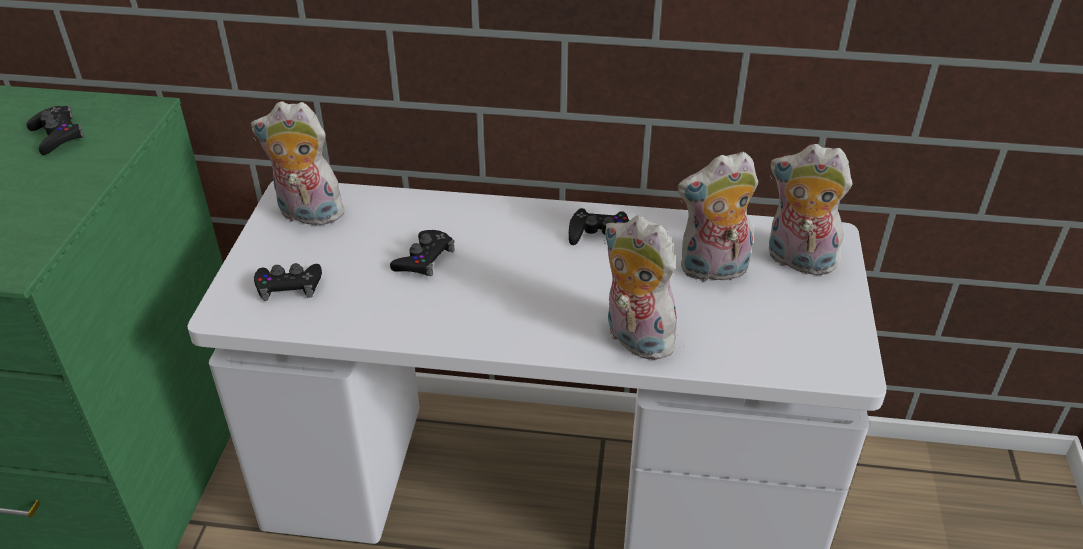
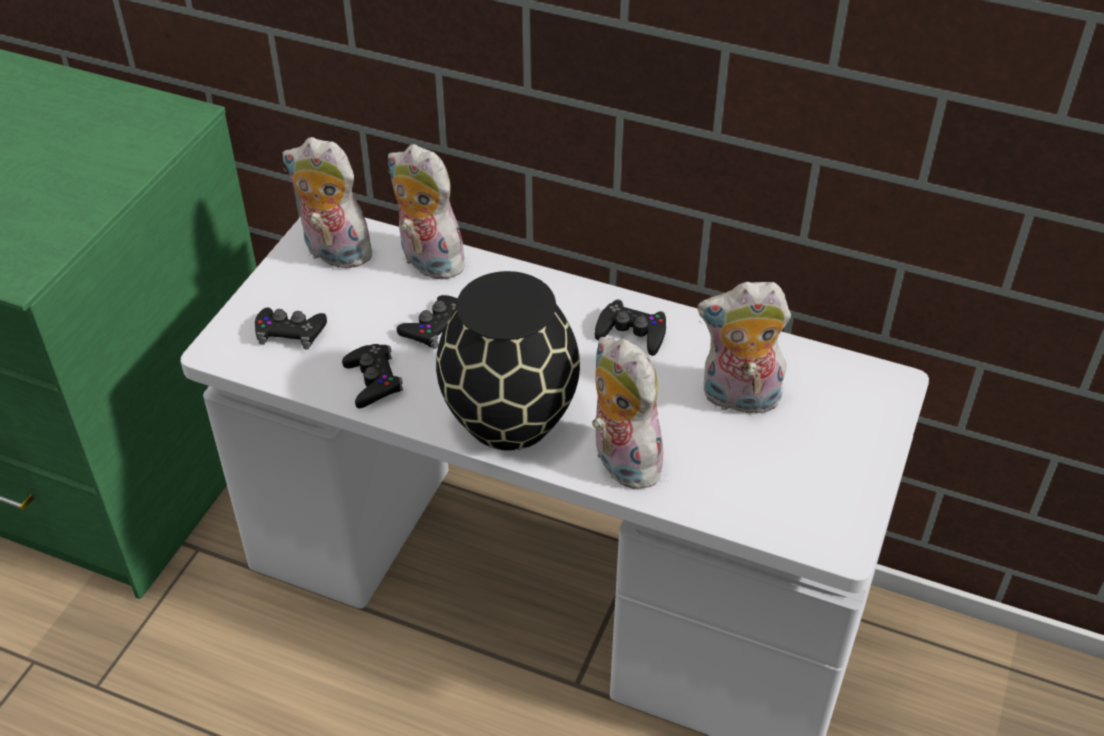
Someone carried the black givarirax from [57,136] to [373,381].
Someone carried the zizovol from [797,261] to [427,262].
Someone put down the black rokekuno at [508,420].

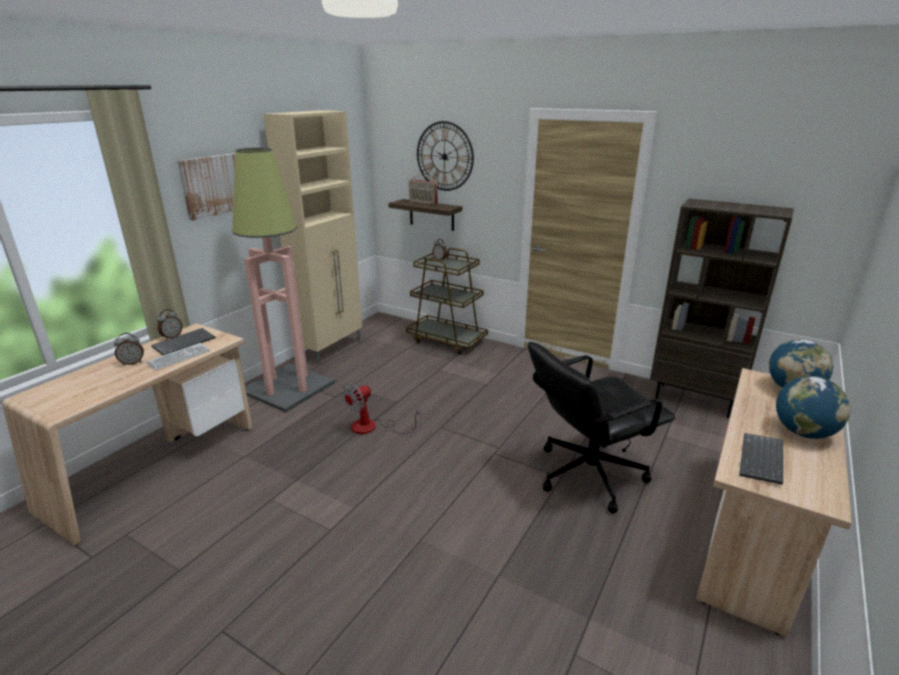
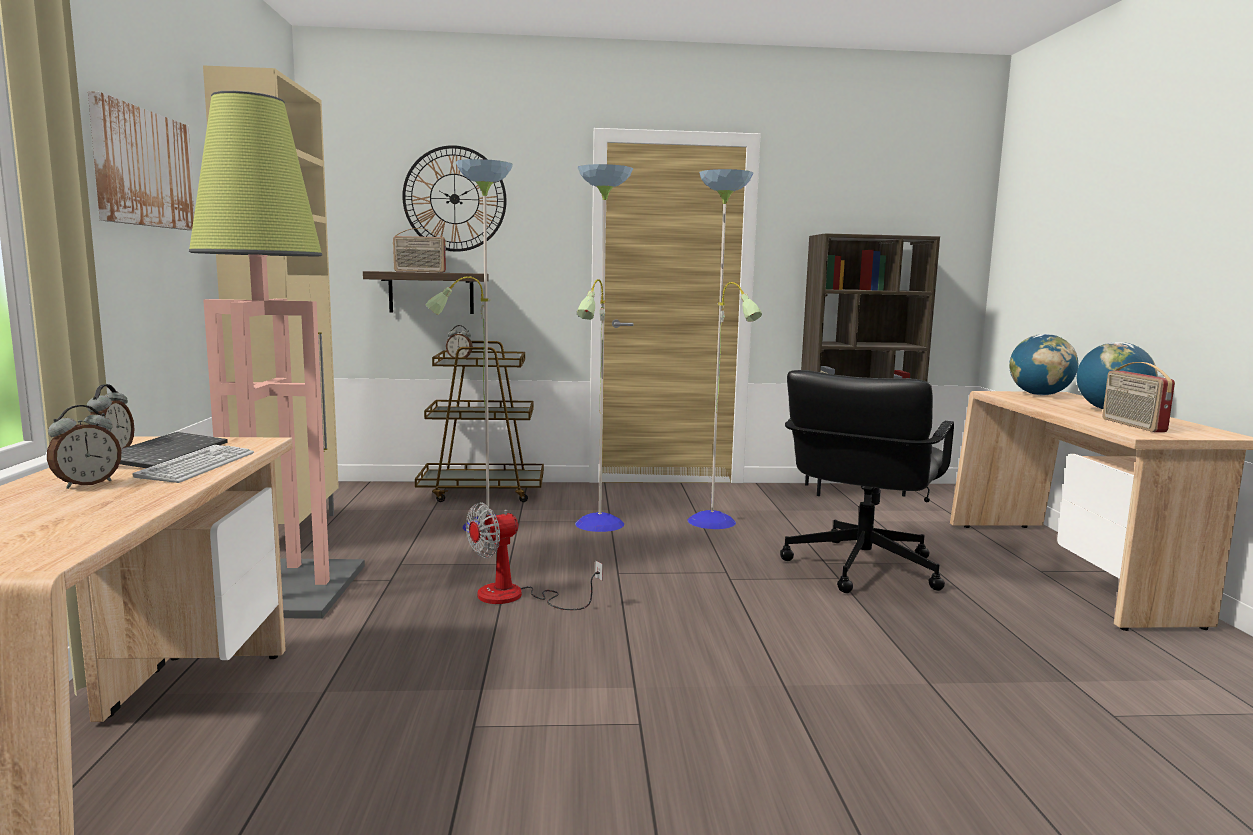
Someone rotated the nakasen at [372,427] by 45 degrees clockwise.
Someone swapped the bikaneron at [763,460] for the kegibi at [1132,425].
Someone put down the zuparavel at [599,525].

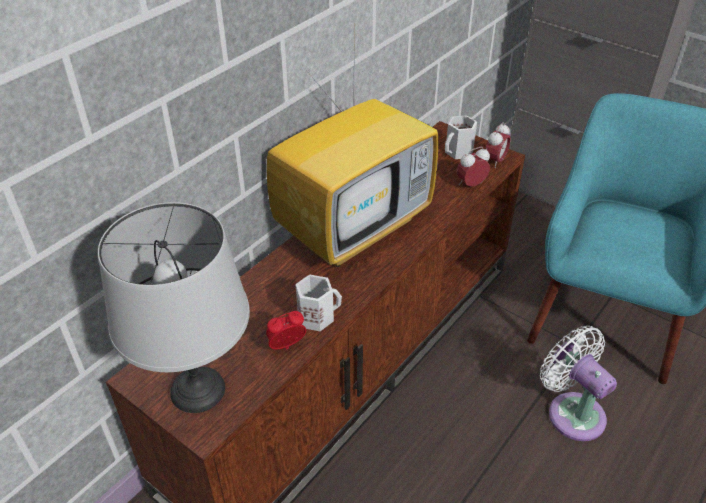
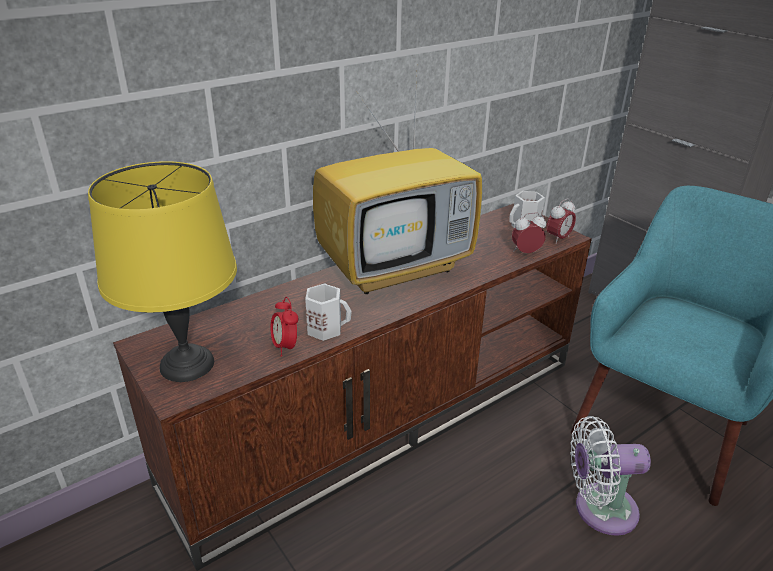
Someone repainted the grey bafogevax at [199,390], which became the yellow bafogevax at [188,364].
Someone rotated the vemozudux at [286,347] by 105 degrees counterclockwise.
Someone rotated the white nakasen at [572,411] by 75 degrees counterclockwise.

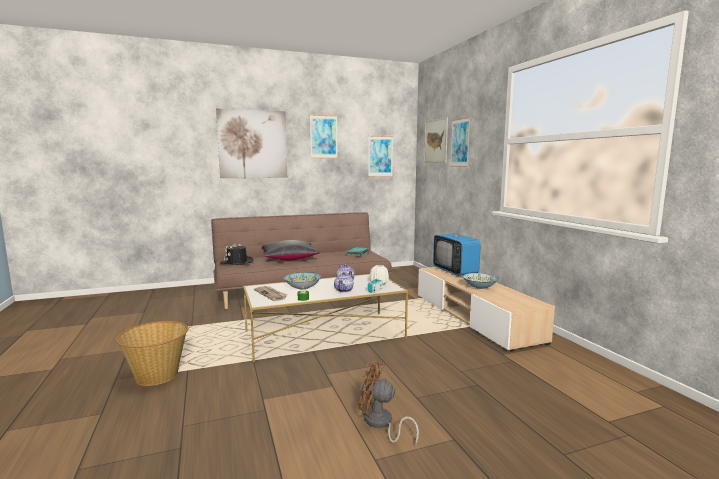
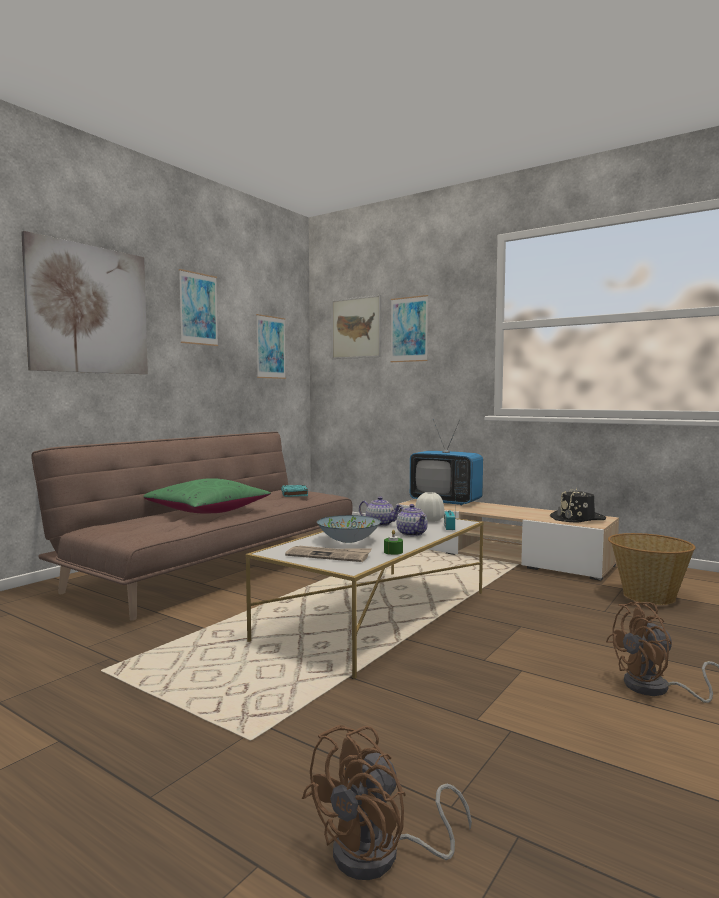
Someone repainted the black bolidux at [289,258], which became the green bolidux at [207,511].
Someone carried the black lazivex from [237,262] to [578,519].
Someone took away the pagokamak at [480,287].
Someone carried the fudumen from [157,375] to [648,596].
Someone put down the brown nakasen at [380,856].

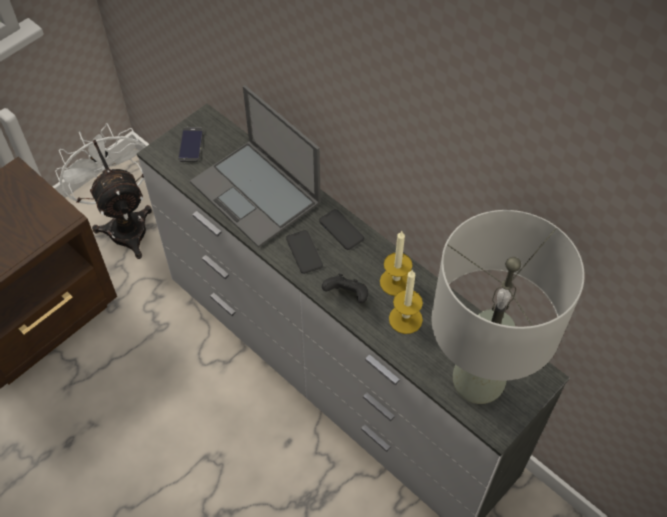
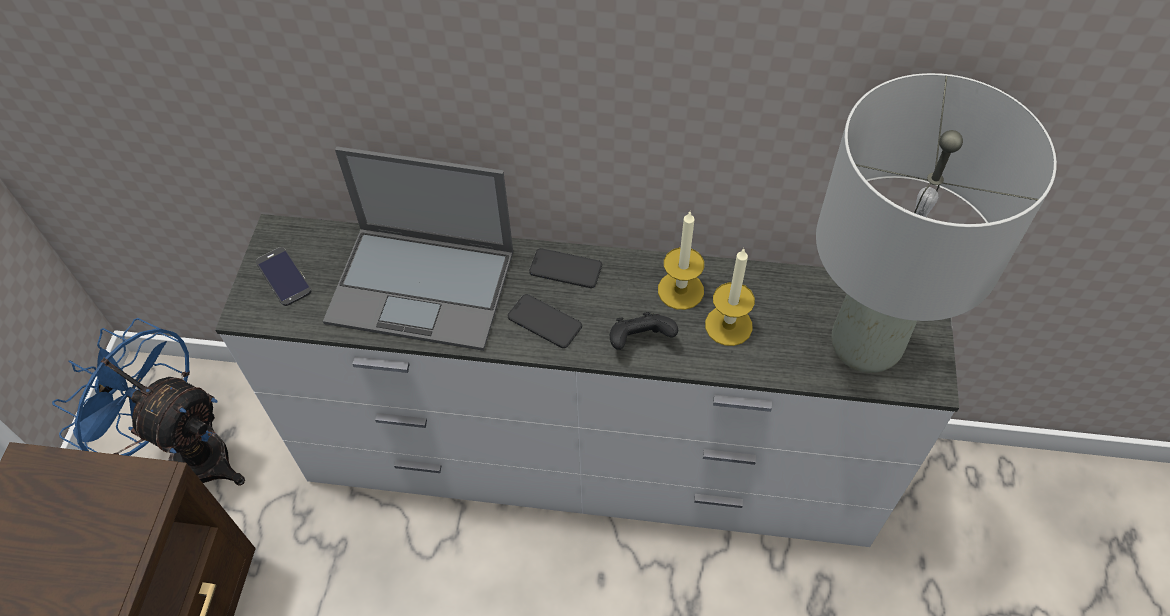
Someone repainted the white nakasen at [124,224], which became the blue nakasen at [188,453].

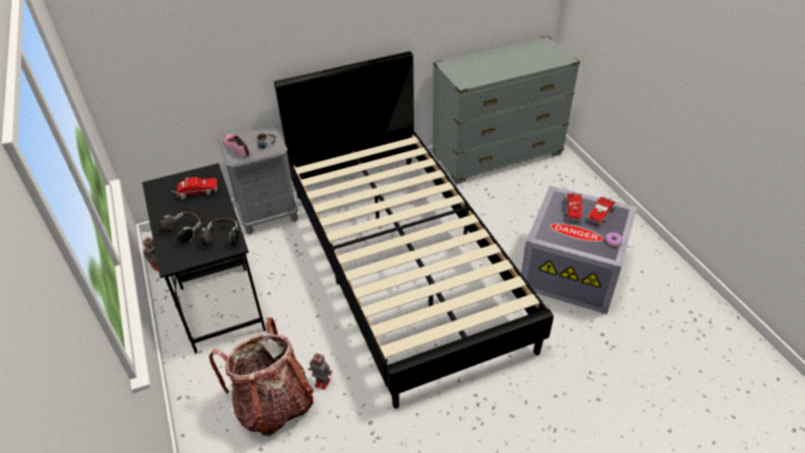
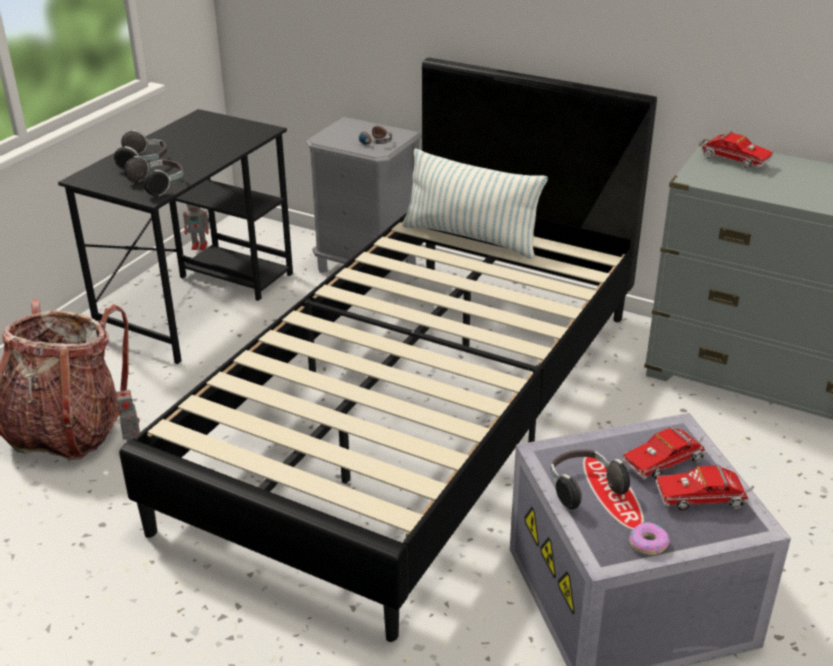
Someone took away the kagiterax at [237,148].
Someone carried the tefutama from [196,193] to [731,160].
Someone put down the bolidux at [471,238].
Someone put down the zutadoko at [583,488].

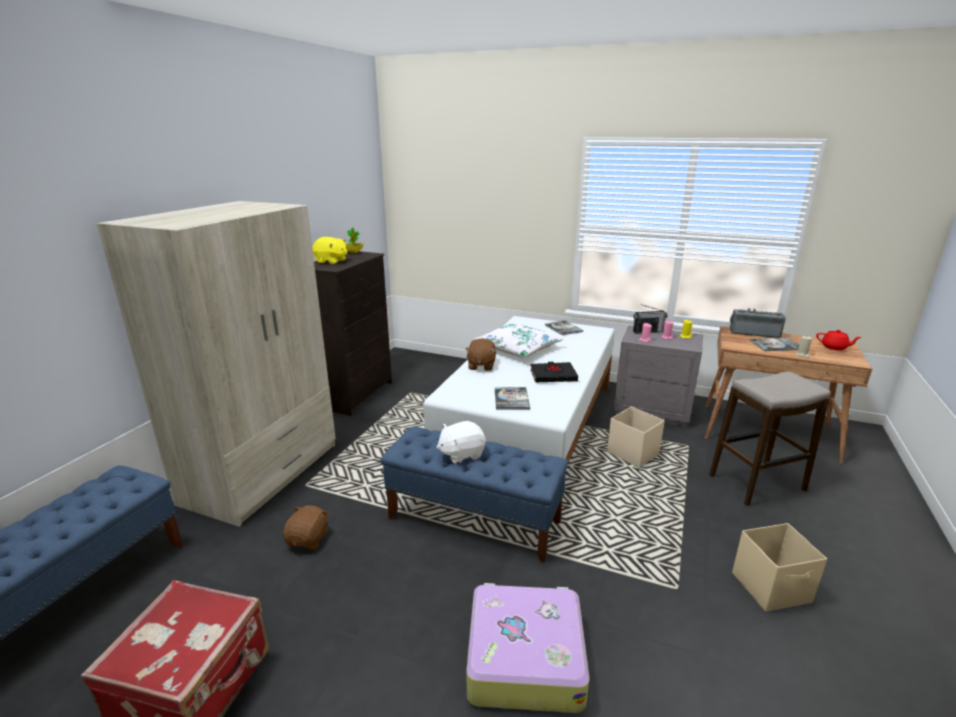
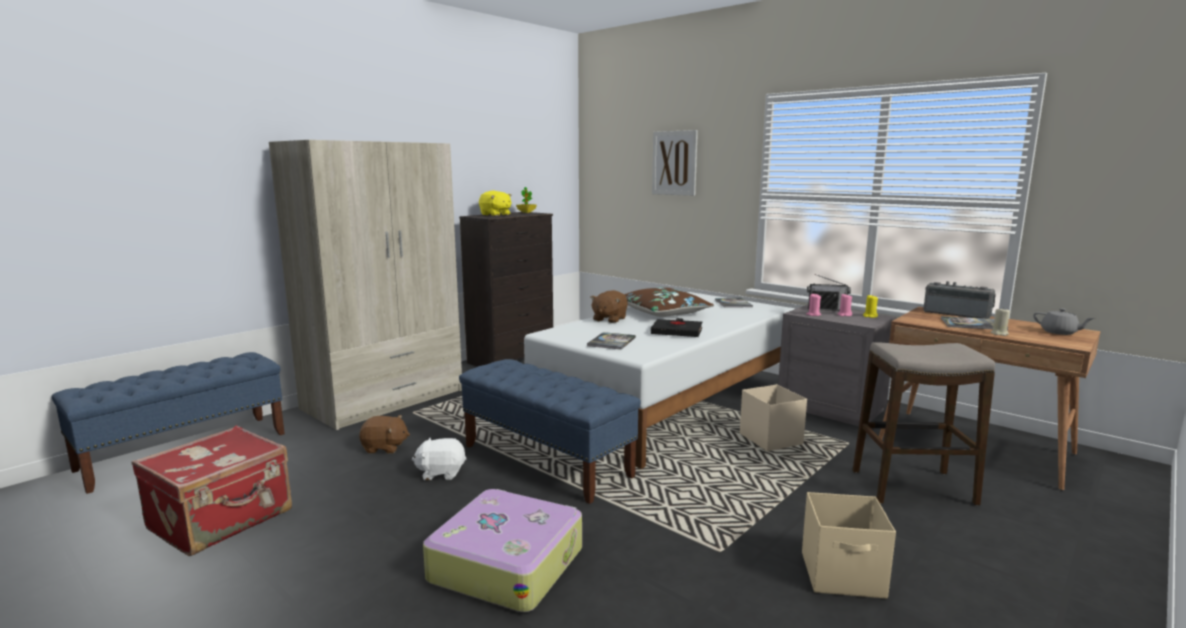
Someone repainted the white bolidux at [518,348], which became the brown bolidux at [663,312].
Someone repainted the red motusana at [834,347], which became the grey motusana at [1059,332].
Someone carried the white zizovol from [461,454] to [441,473].
Someone rotated the brown zizovol at [309,539] by 60 degrees clockwise.
Someone put up the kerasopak at [674,163].

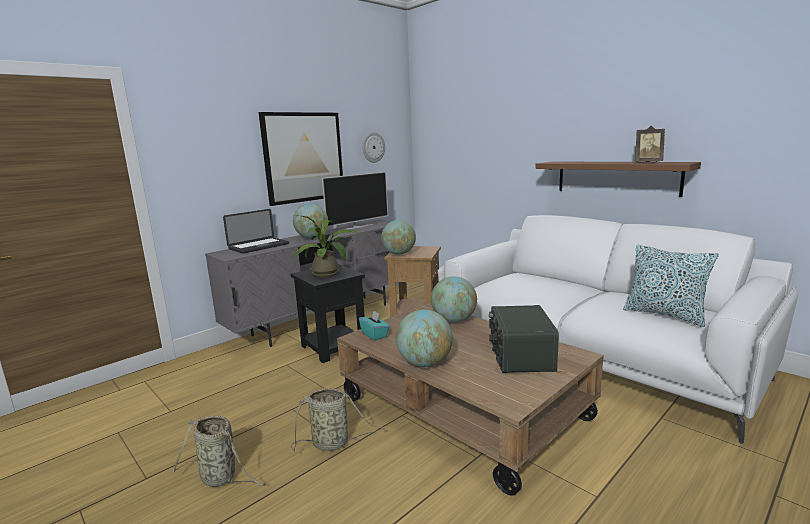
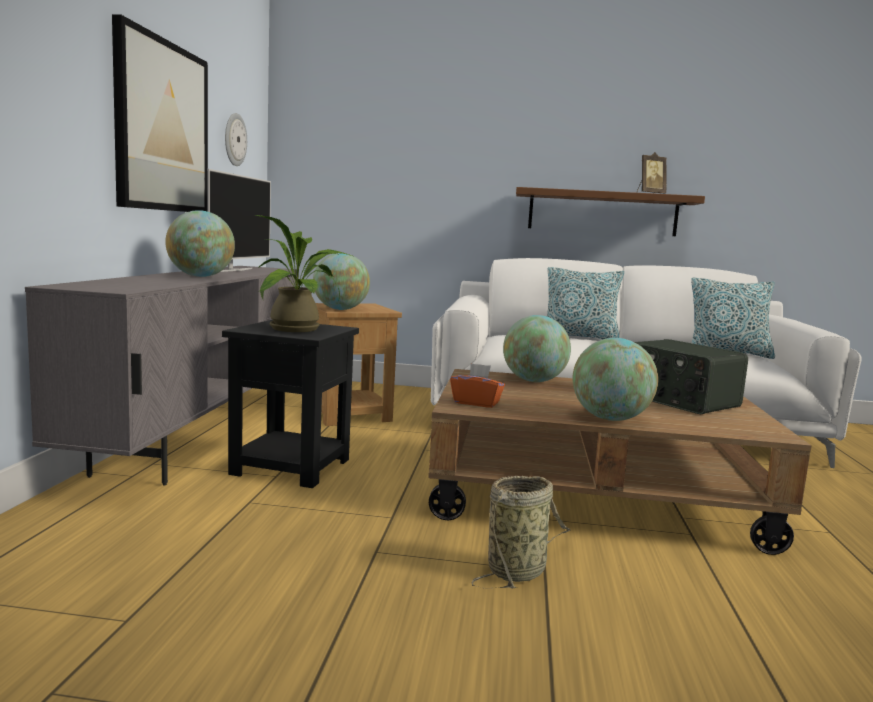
Someone took away the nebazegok at [259,246].
Someone repainted the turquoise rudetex at [374,335], which became the orange rudetex at [476,403].
Someone took away the fudumen at [221,478].
Someone put down the bolidux at [579,338].

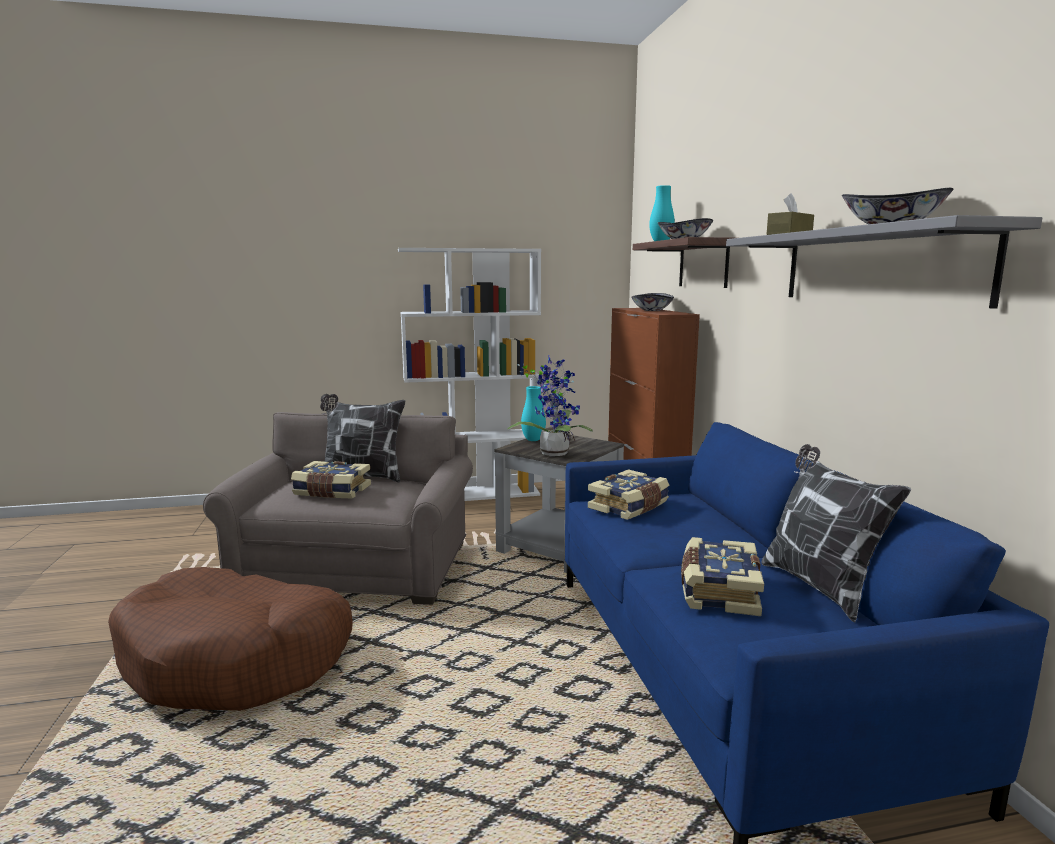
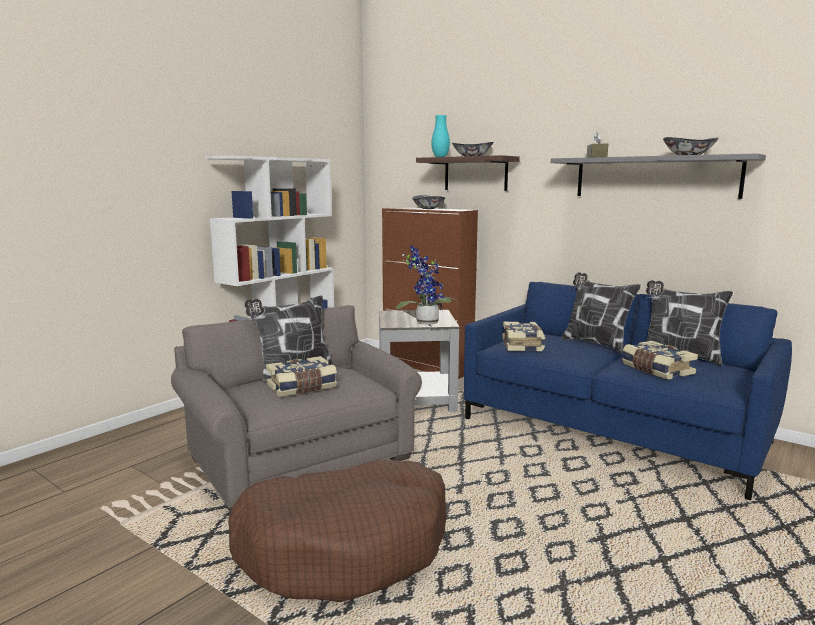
Someone took away the turquoise rokekuno at [533,440].
Someone put down the bolidux at [595,344].

